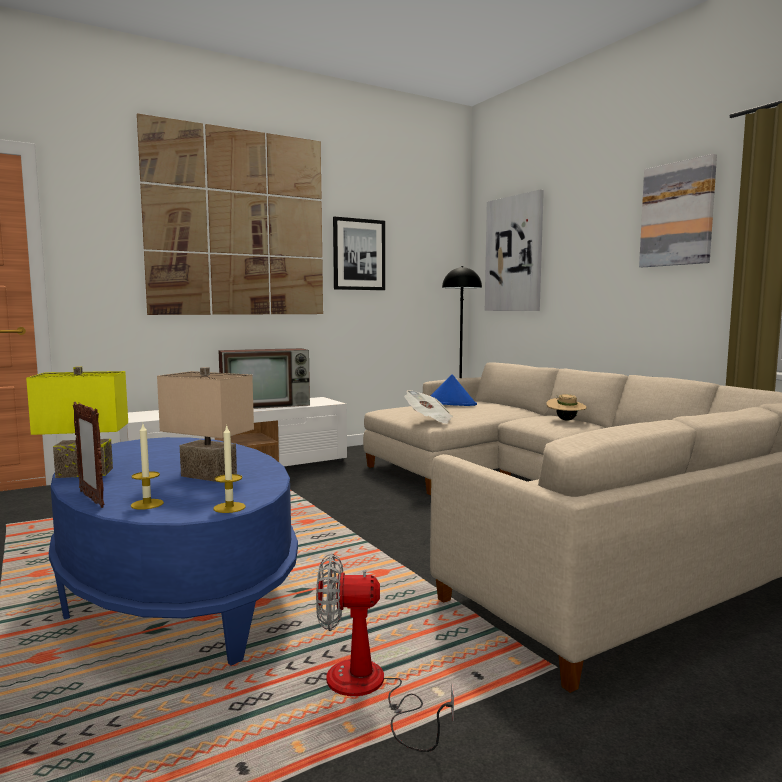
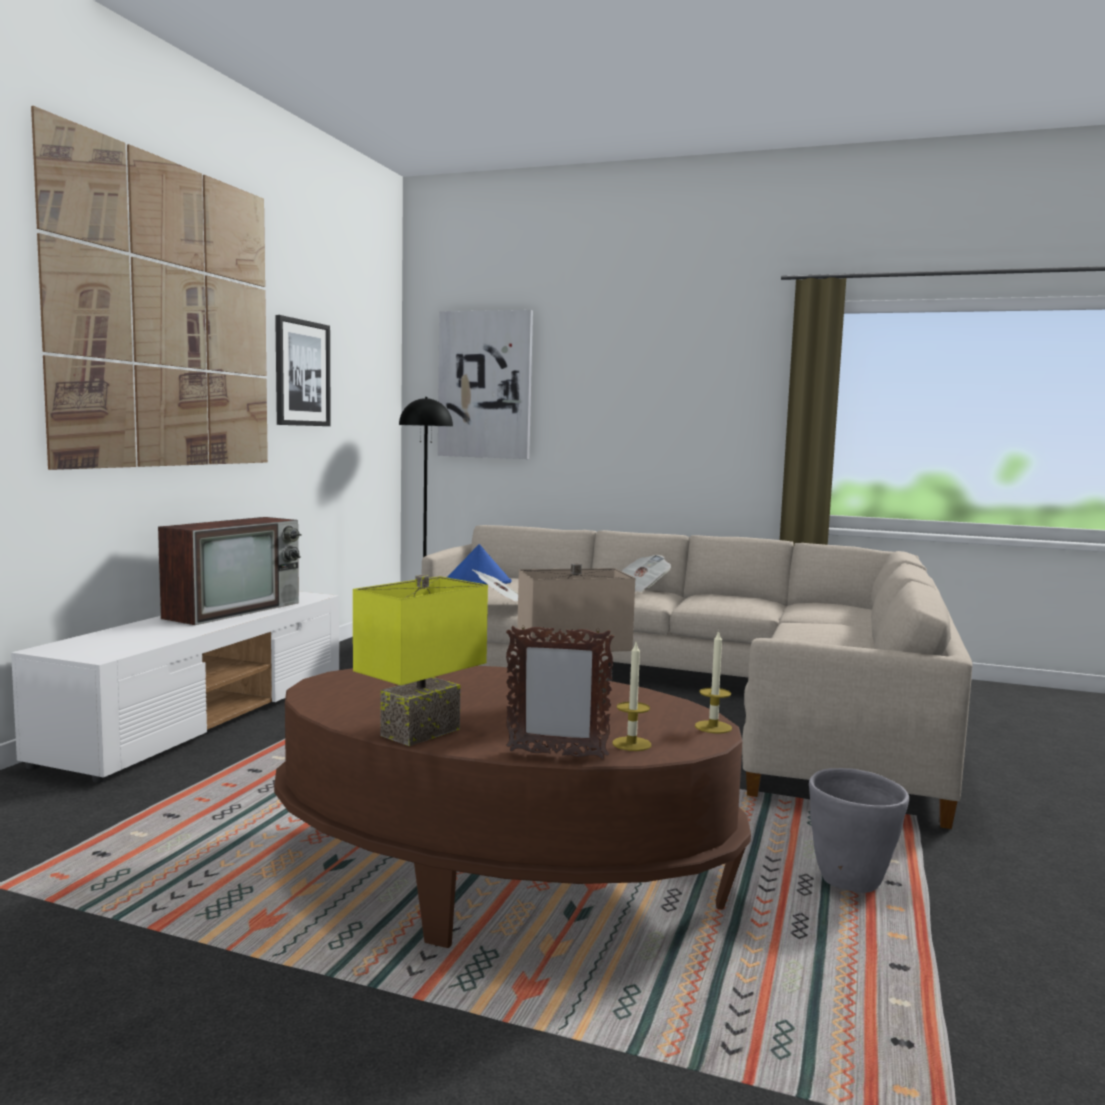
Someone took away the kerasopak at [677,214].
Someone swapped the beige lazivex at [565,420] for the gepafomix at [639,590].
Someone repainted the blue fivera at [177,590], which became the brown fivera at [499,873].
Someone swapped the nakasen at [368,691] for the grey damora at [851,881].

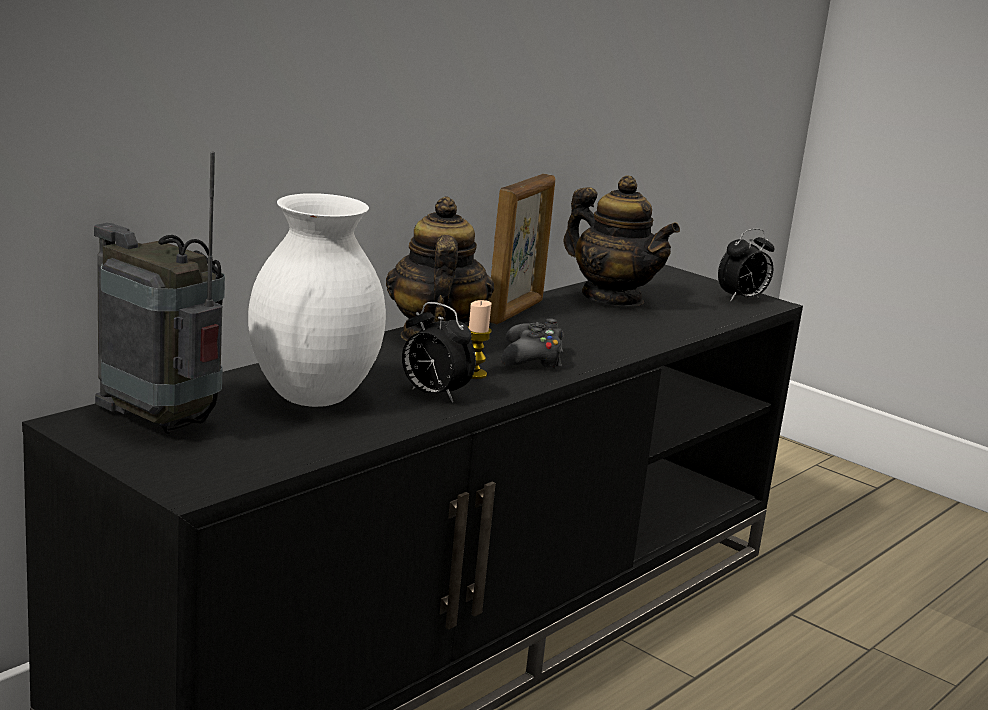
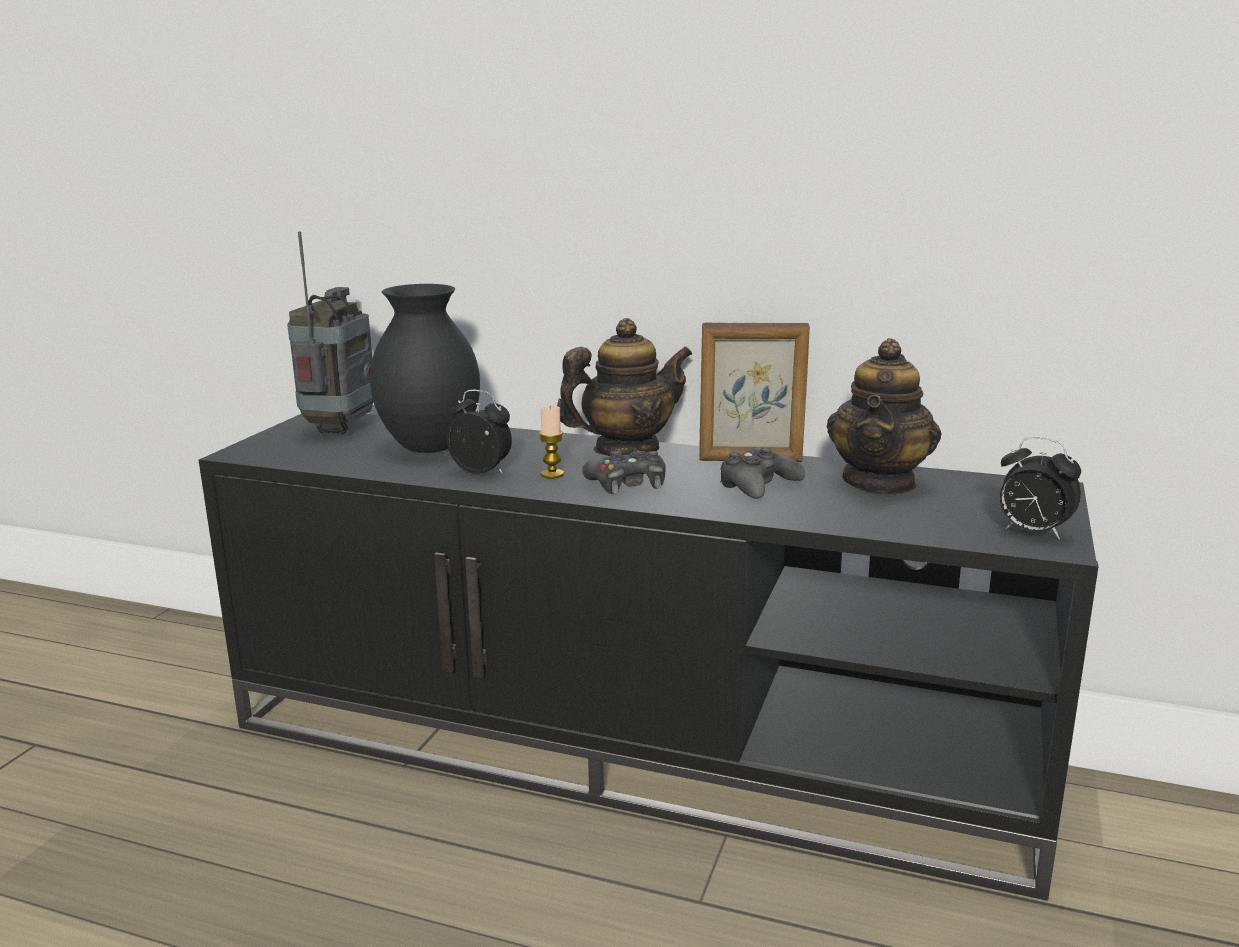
Someone repainted the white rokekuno at [315,398], which became the black rokekuno at [430,447].
Someone rotated the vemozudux at [433,395] by 105 degrees clockwise.
Someone put down the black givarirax at [758,485].

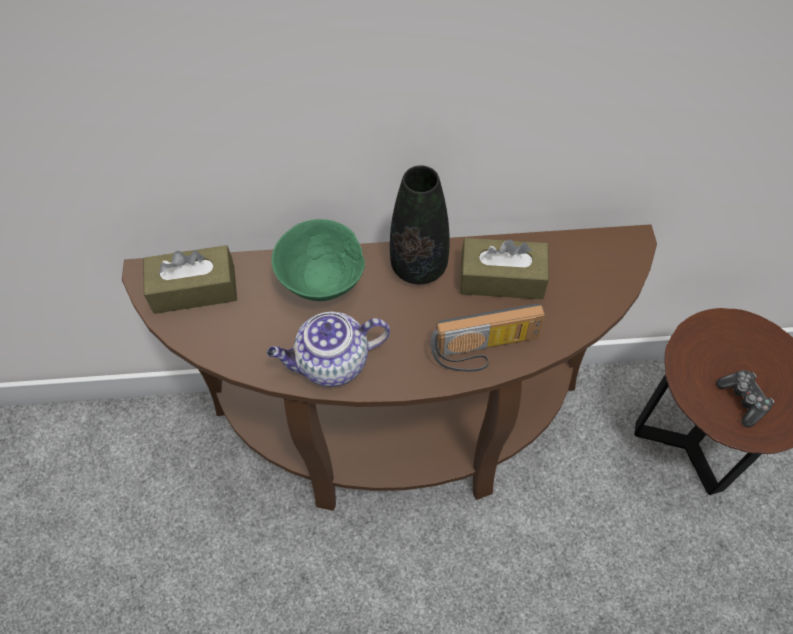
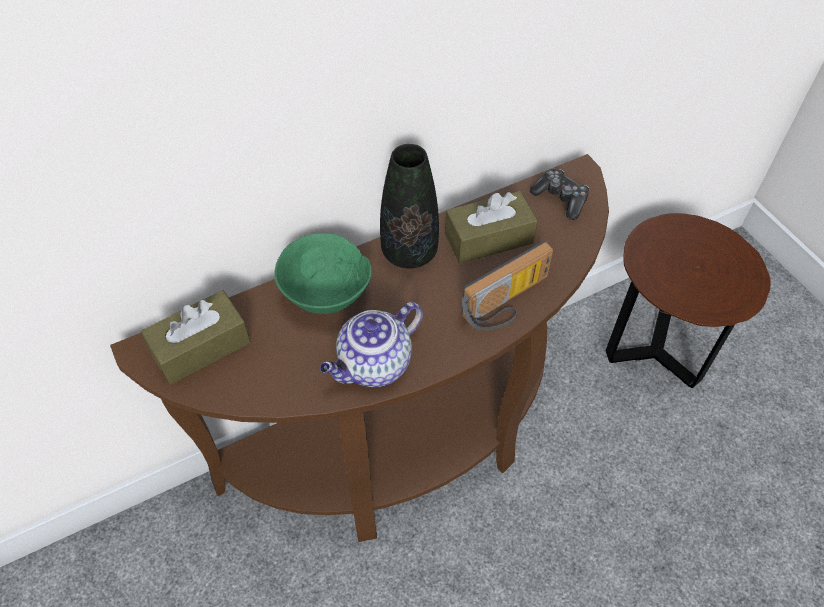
Someone carried the givarirax from [743,400] to [560,199].

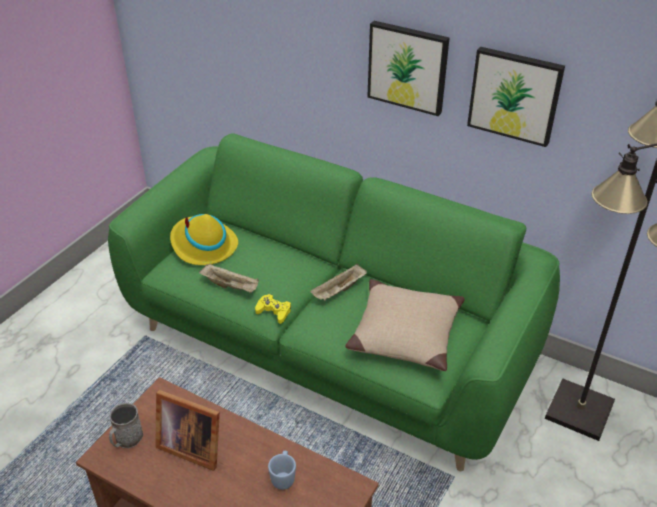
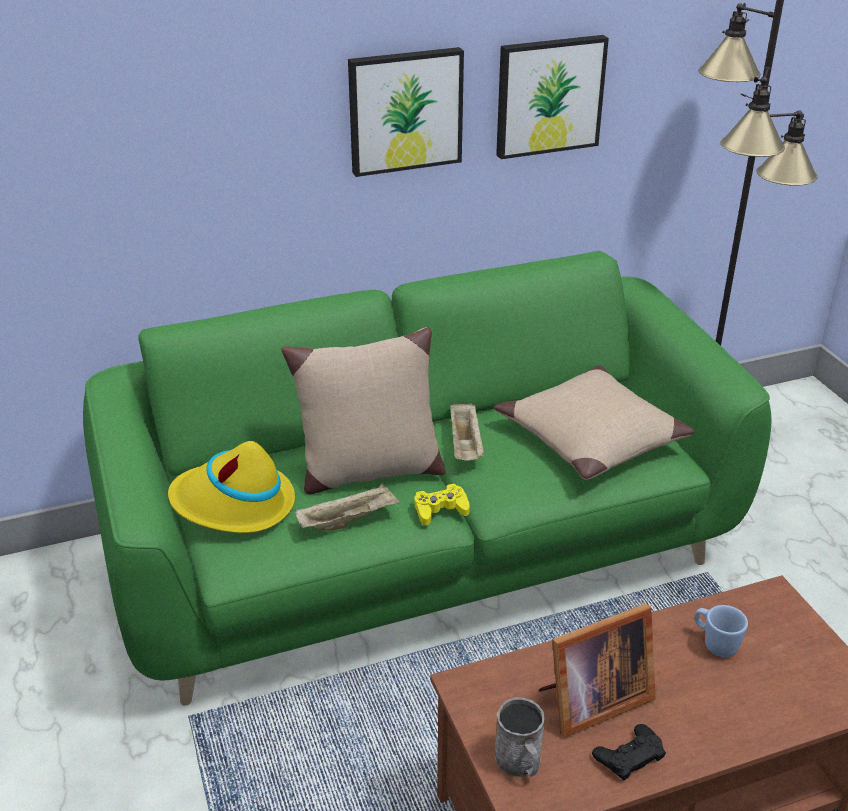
Someone put down the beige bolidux at [368,471].
Someone put down the black givarirax at [629,756].

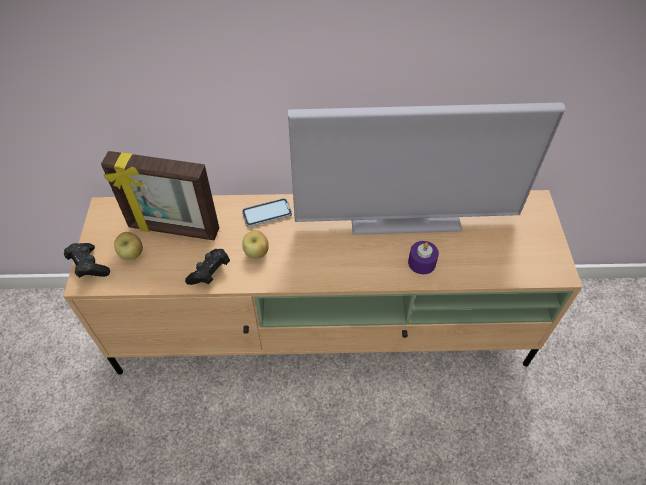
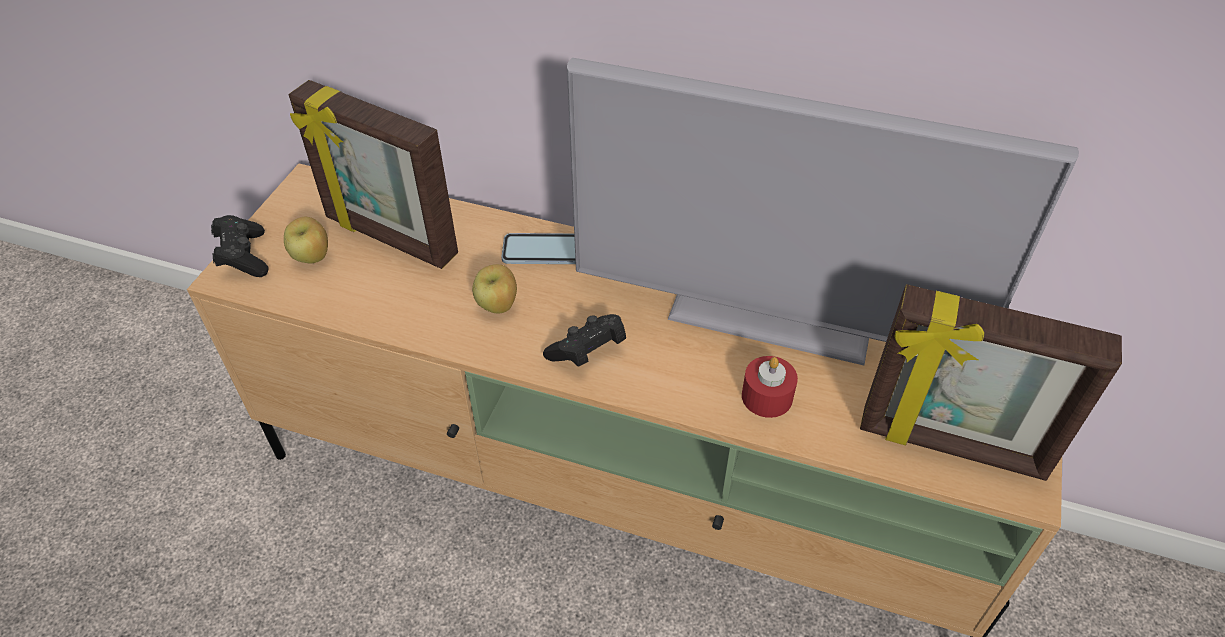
Someone repainted the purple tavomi at [421,262], which became the red tavomi at [767,396].
Someone carried the black givarirax from [210,273] to [588,351].
Someone put down the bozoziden at [951,446].

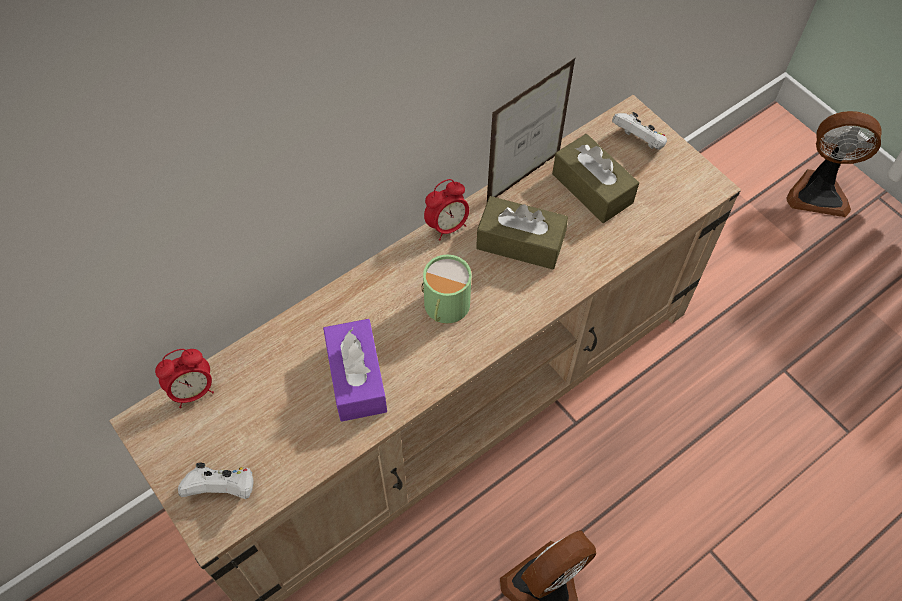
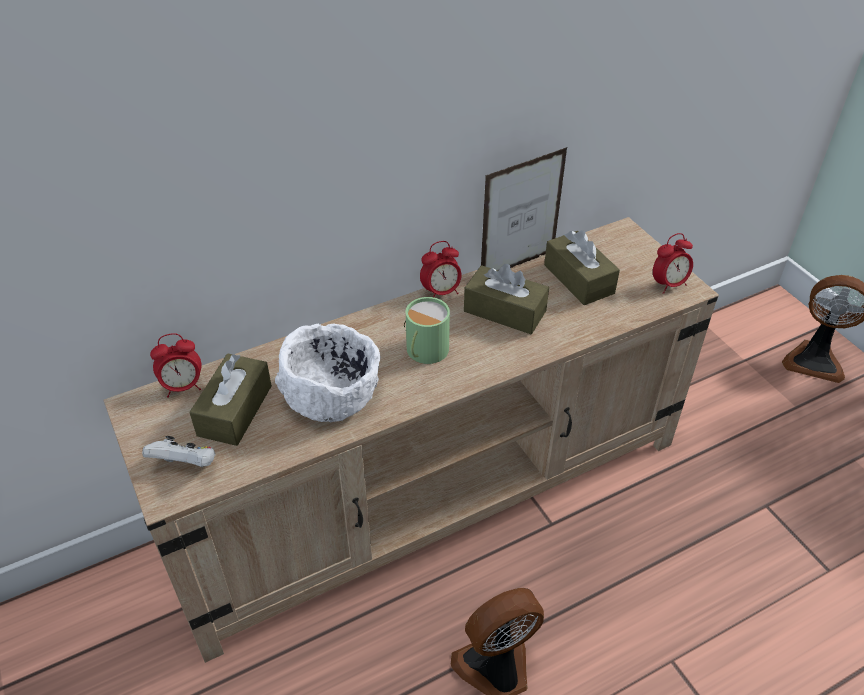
Someone took away the white givarirax at [638,142].
Someone swapped the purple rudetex at [356,378] for the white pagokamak at [331,395].
Someone put down the vemozudux at [668,284].
Someone put down the brown rudetex at [235,410].

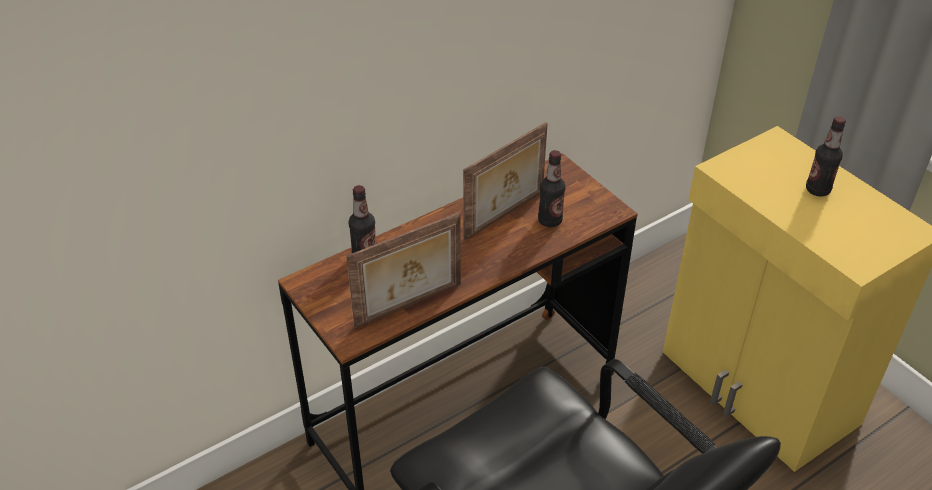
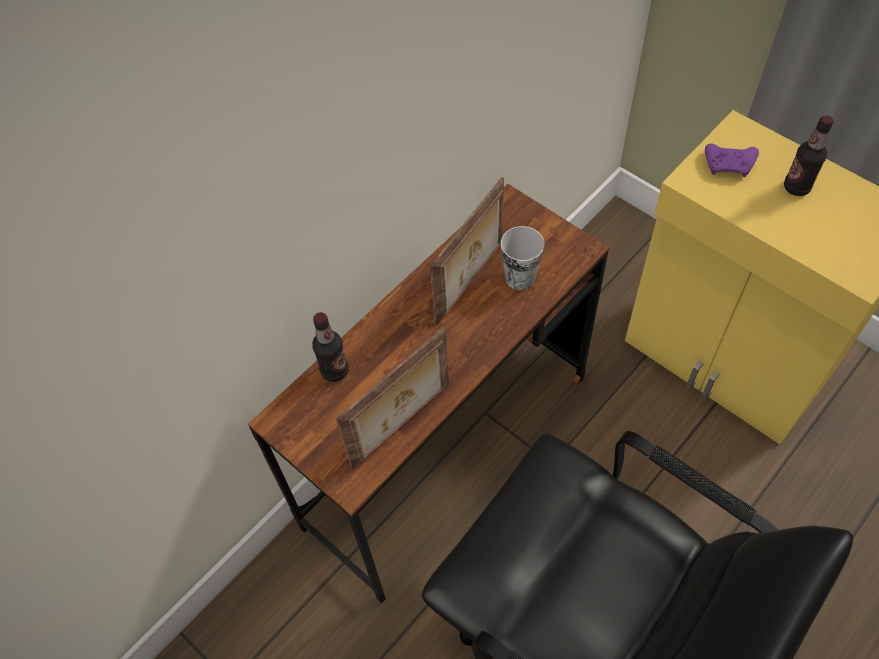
Someone swapped the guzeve at [550,220] for the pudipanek at [520,277].
Someone put down the purple givarirax at [729,165].

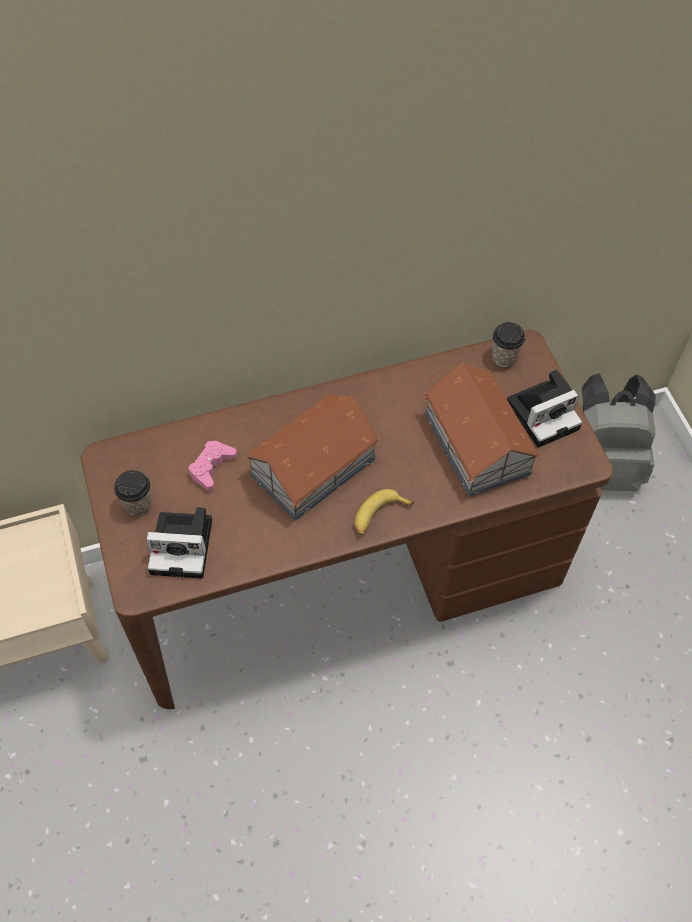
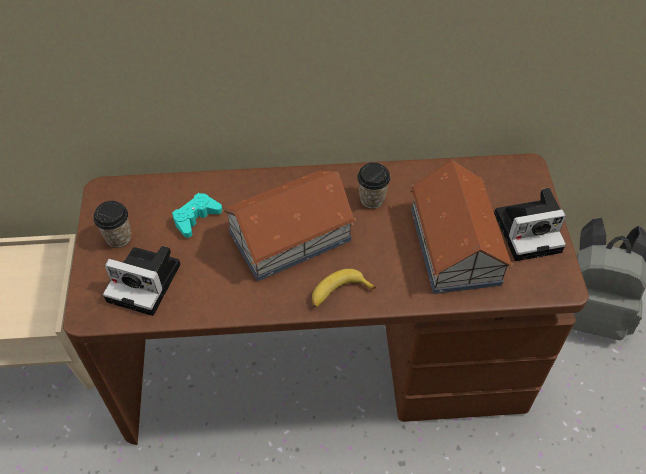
Someone carried the pudipanek from [504,357] to [372,199].
Someone repainted the pink givarirax at [211,467], which became the turquoise givarirax at [196,218].

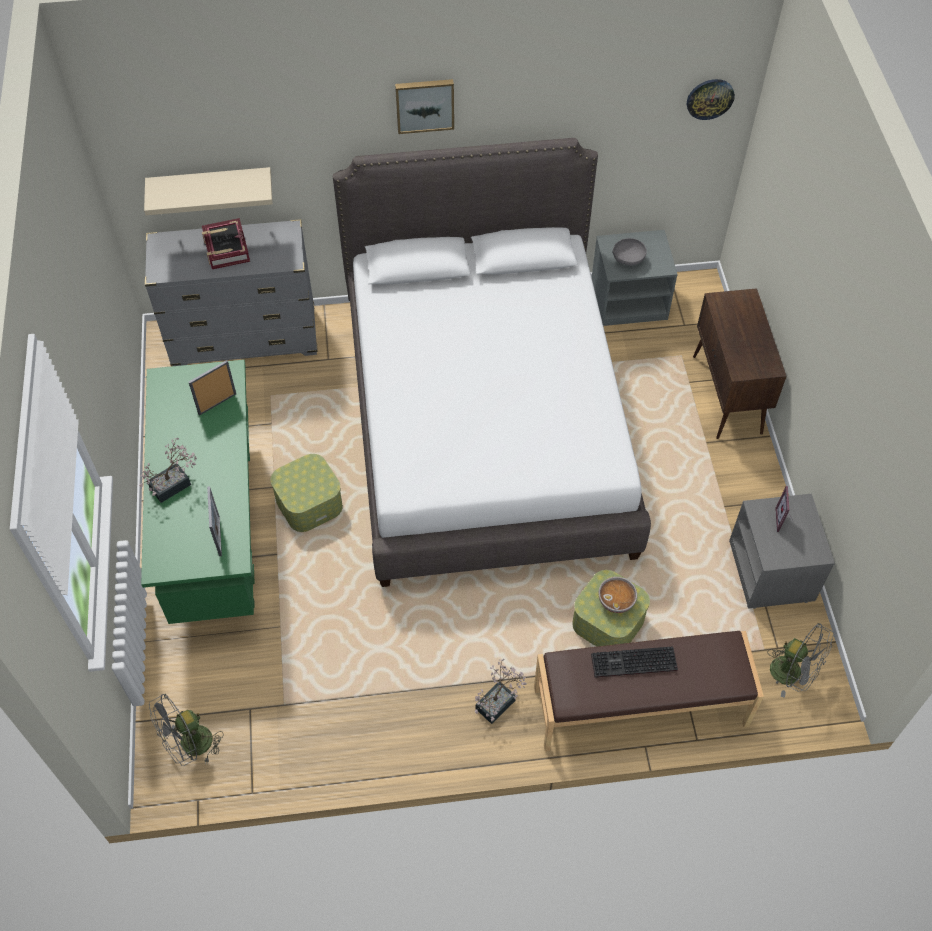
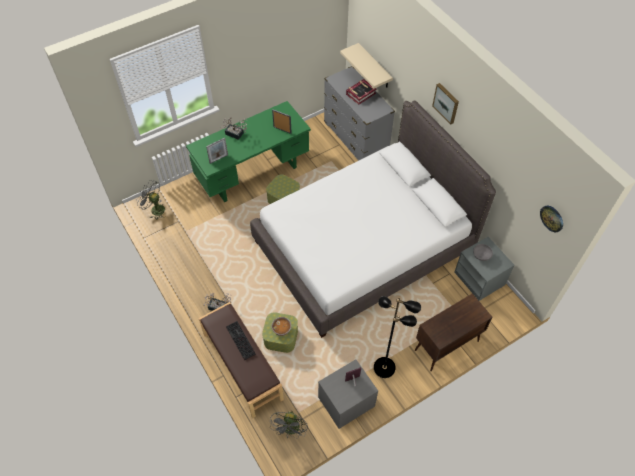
Someone put down the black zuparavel at [384,367].

